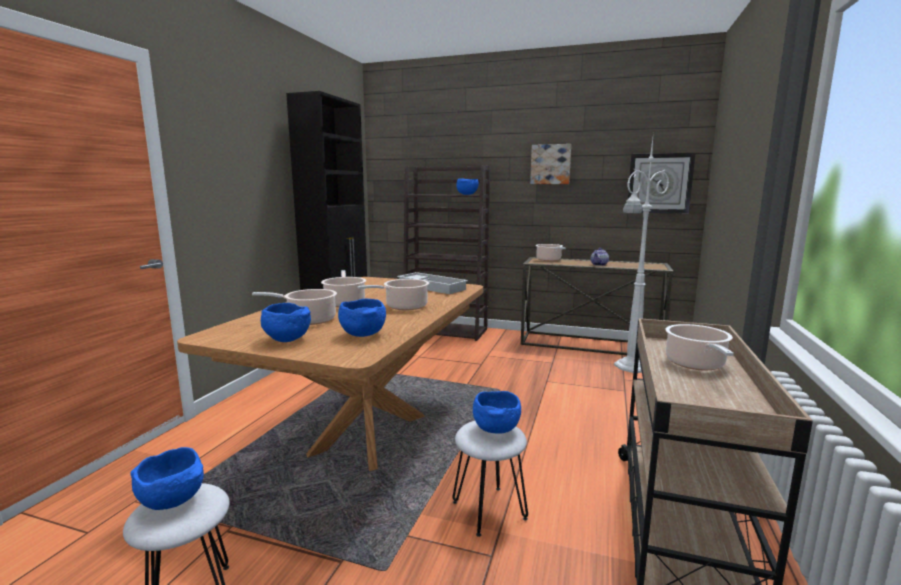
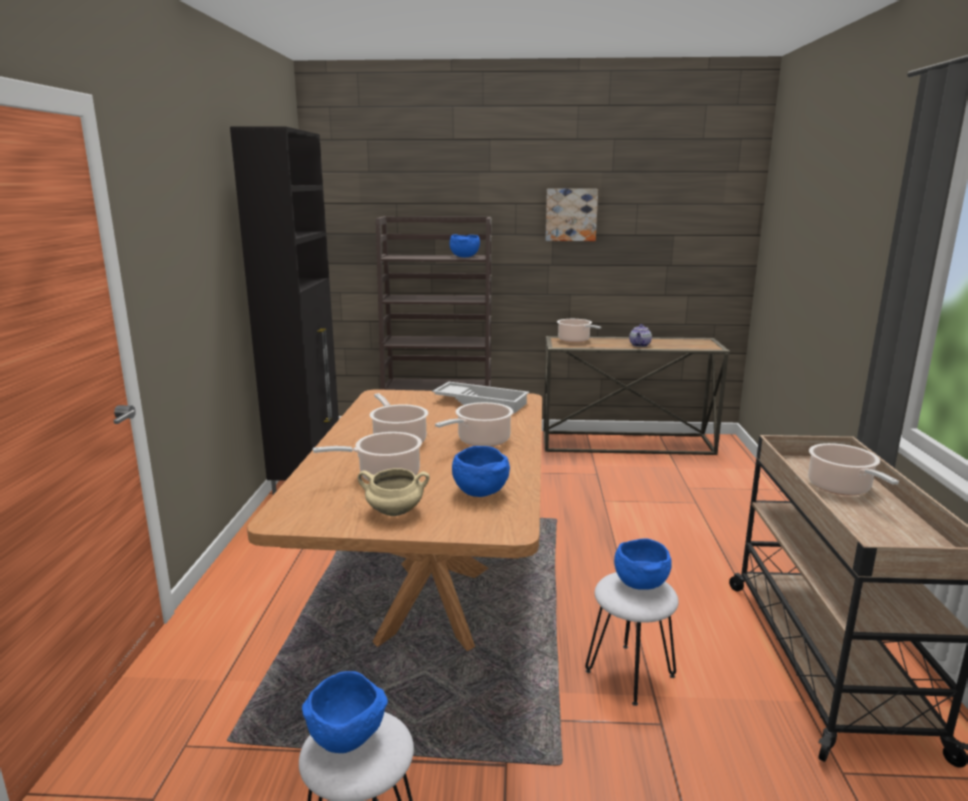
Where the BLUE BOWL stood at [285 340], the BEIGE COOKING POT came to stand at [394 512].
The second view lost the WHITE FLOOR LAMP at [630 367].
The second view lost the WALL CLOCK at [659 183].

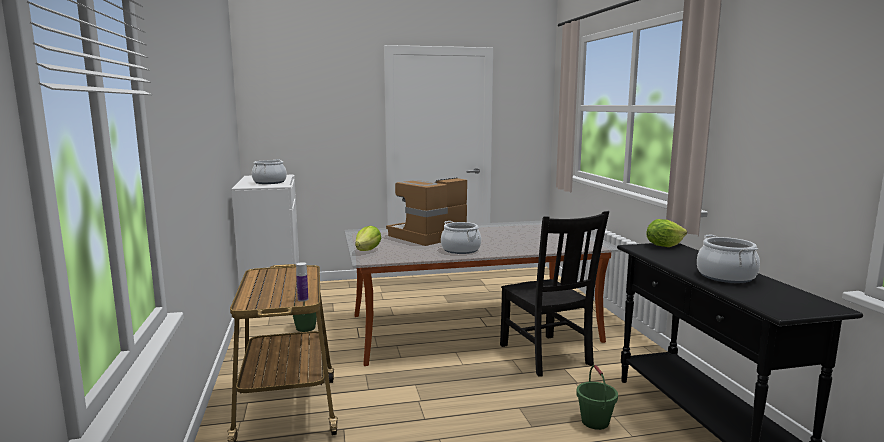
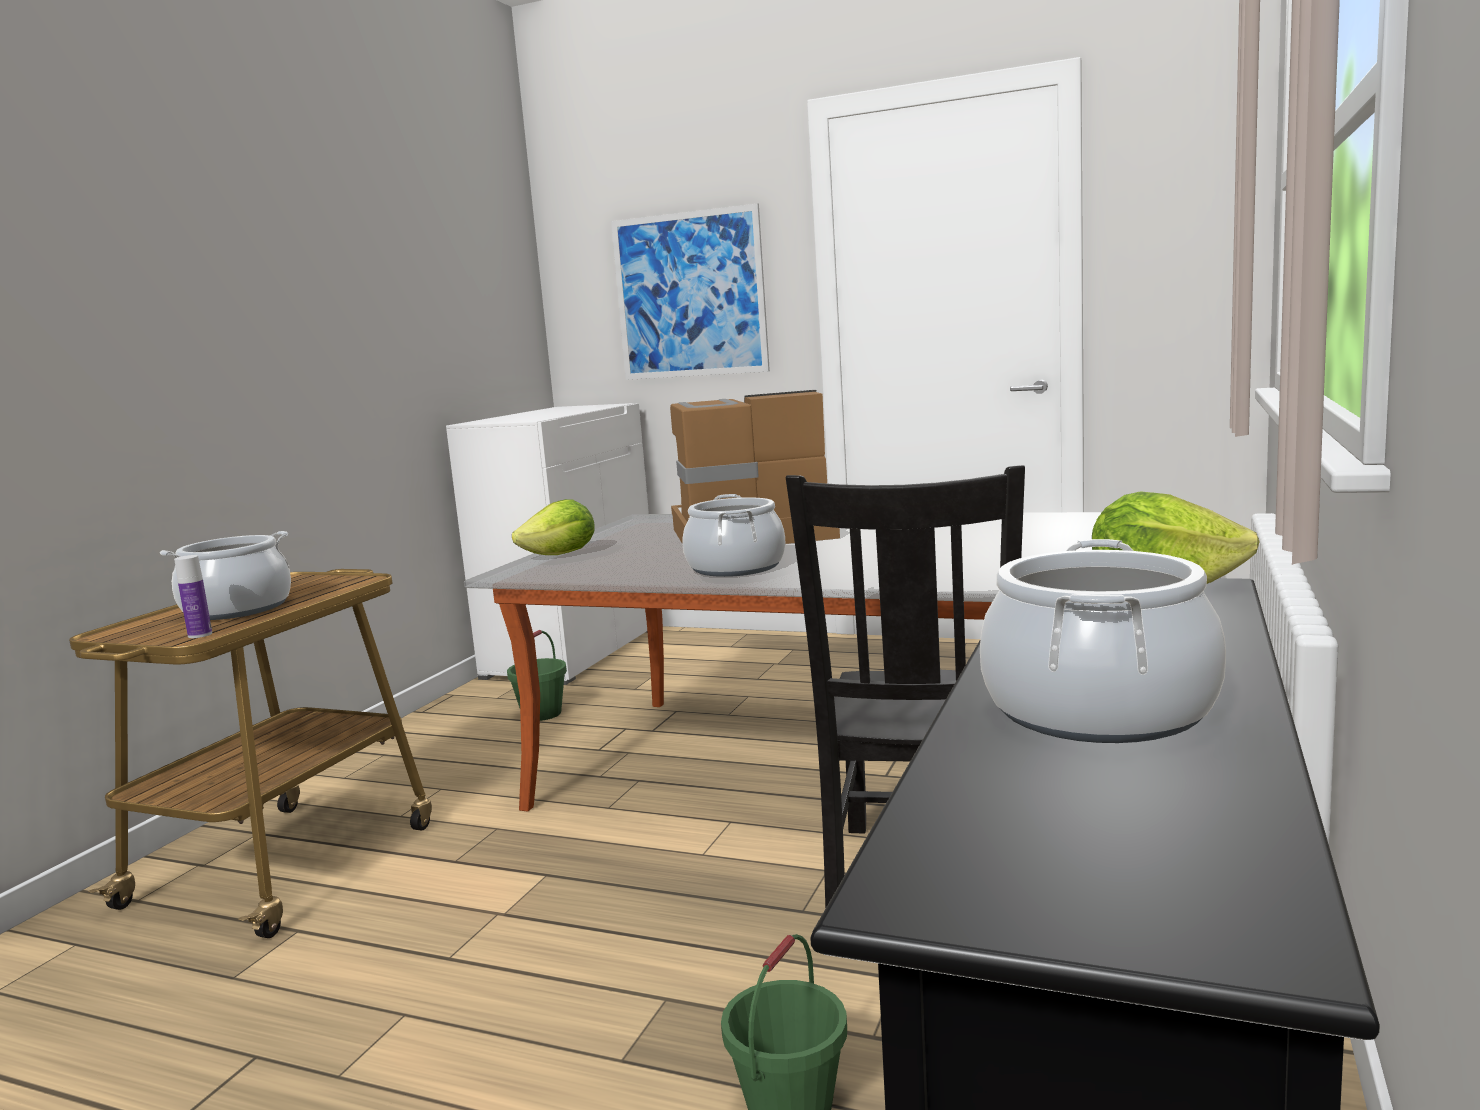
The COOKING POT ended up elsewhere, having gone from [270 182] to [237 609].
The second view gained the PICTURE at [690 295].

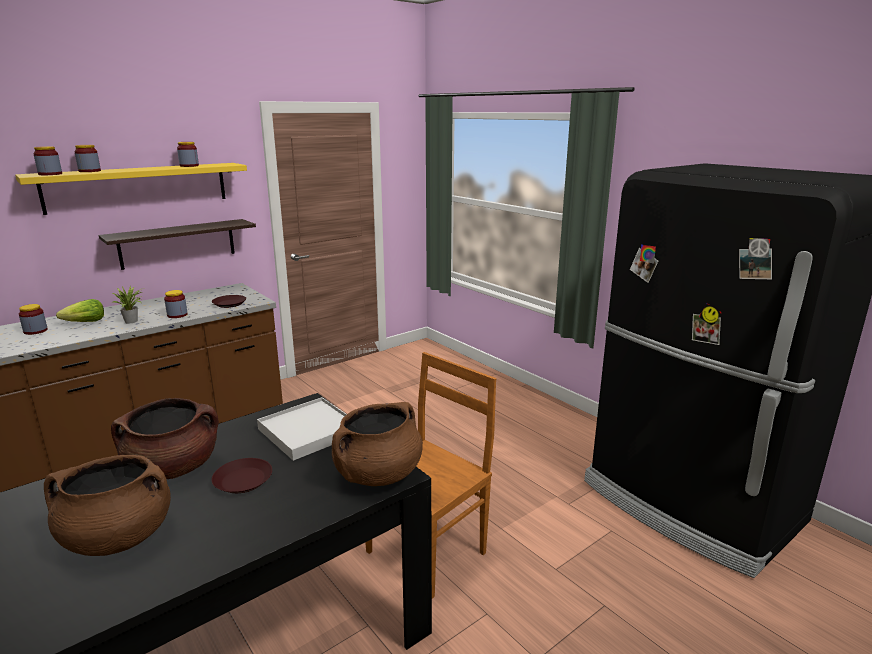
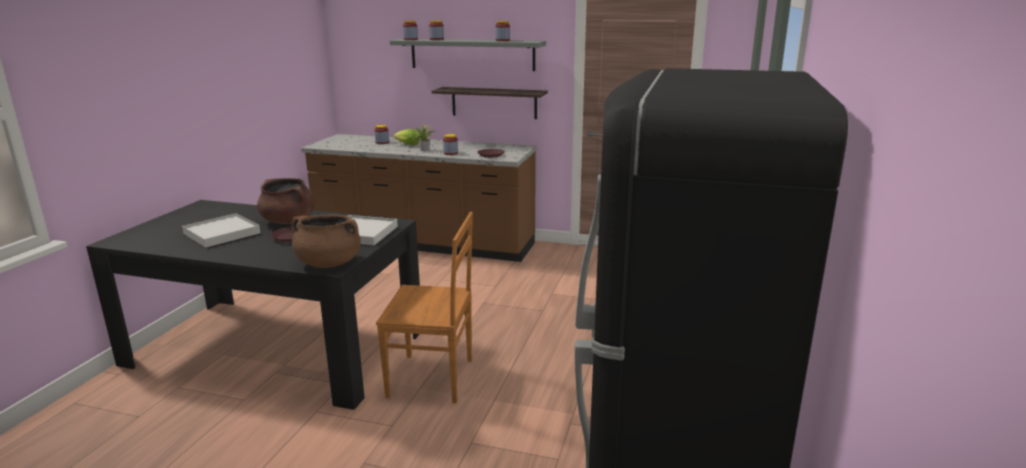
Where the BROWN COOKING POT stood at [117 537], the WHITE TRAY came to stand at [221 233].
What was the YELLOW SHELF at [138 187] turned into the GREY SHELF at [472 54].

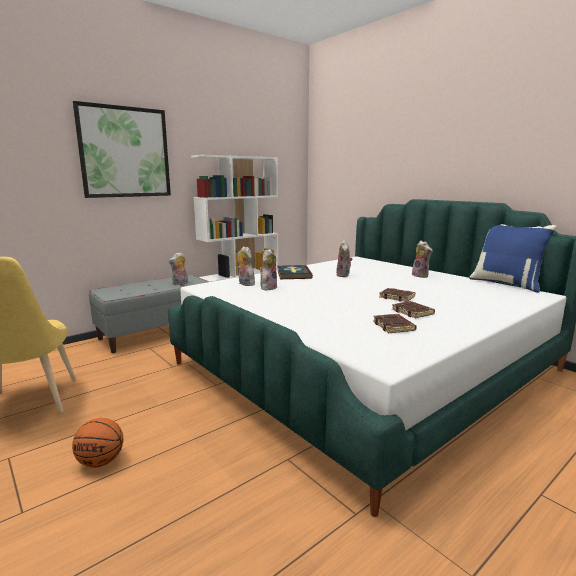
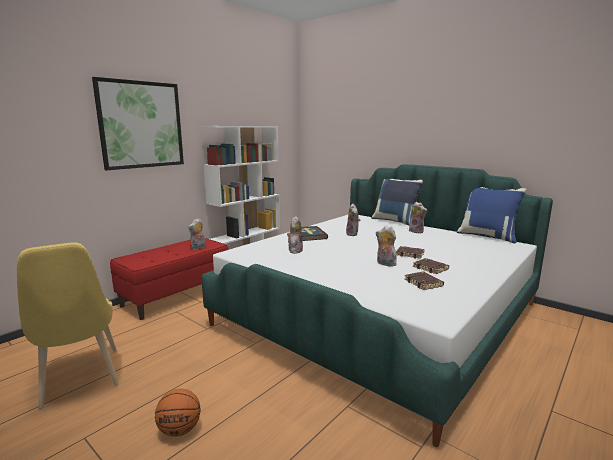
What was the GREY BENCH at [156 333] turned into the RED BENCH at [176 296].
The second view gained the BLUE PILLOW at [395 221].
The PLUSH TOY ended up elsewhere, having gone from [245 284] to [385 264].

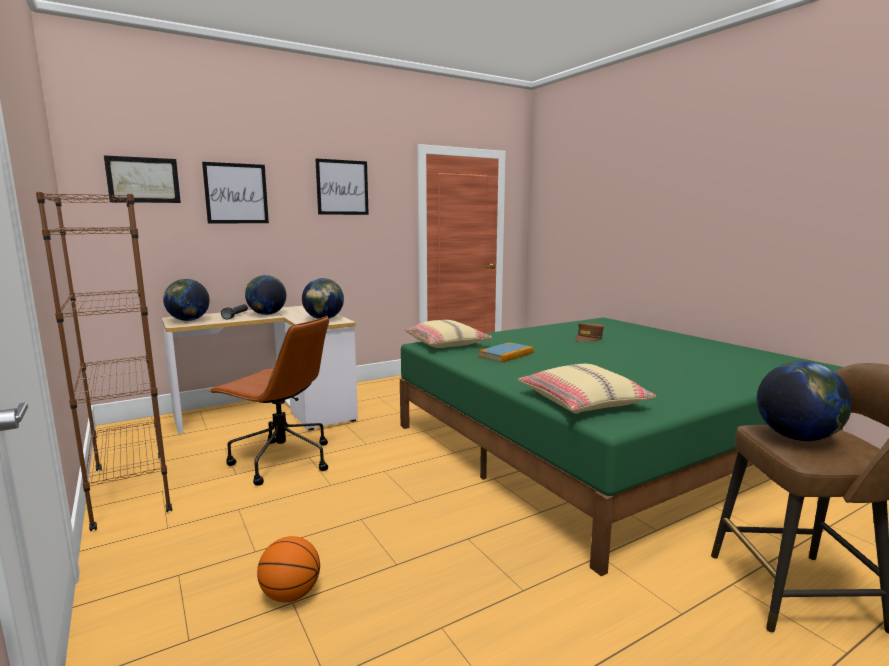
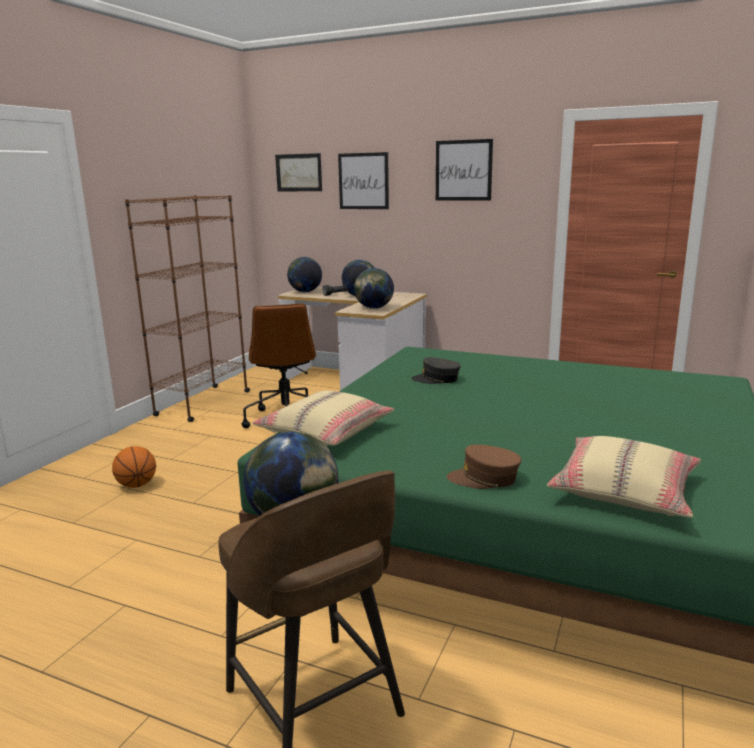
Where the BOOK stood at [506 355], the GREY CAP came to stand at [436 379].
The BROWN CAP ended up elsewhere, having gone from [588 338] to [484 479].
The BEIGE PILLOW ended up elsewhere, having gone from [447 344] to [624 491].

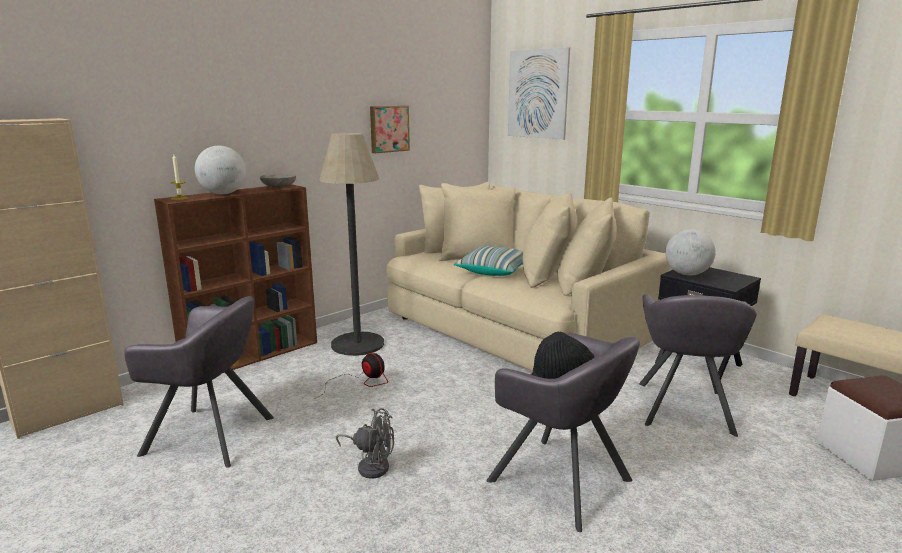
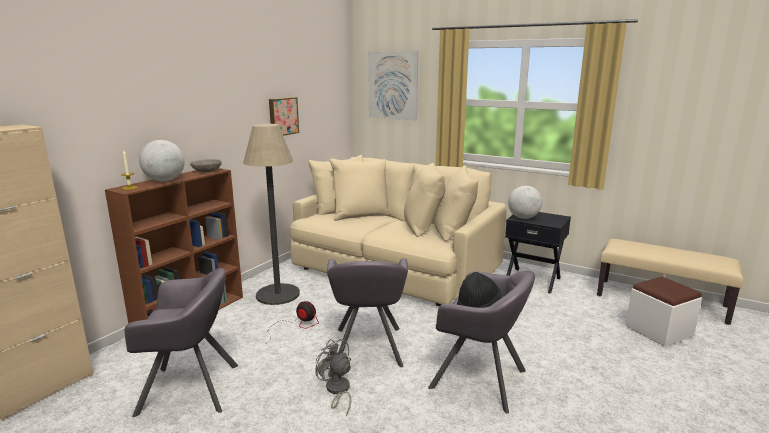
The GREY FAN at [370 465] ended up facing another way, 135 degrees counterclockwise from before.
The GREY ARMCHAIR ended up elsewhere, having gone from [683 408] to [367 347].
The second view lost the PILLOW at [493 271].

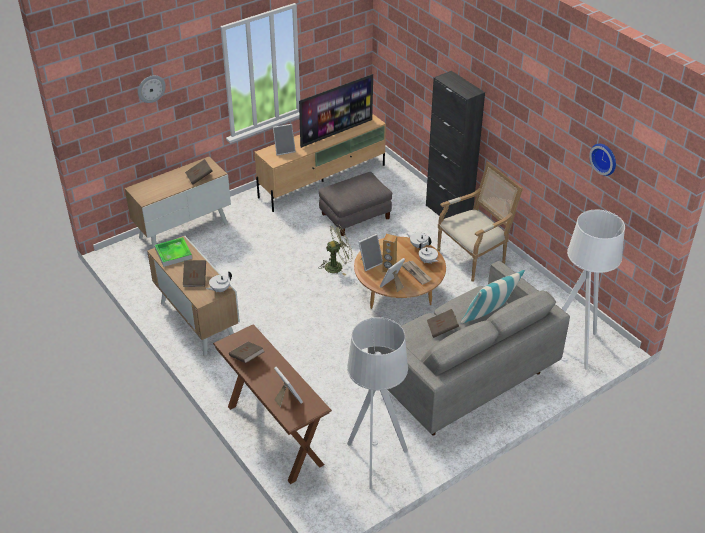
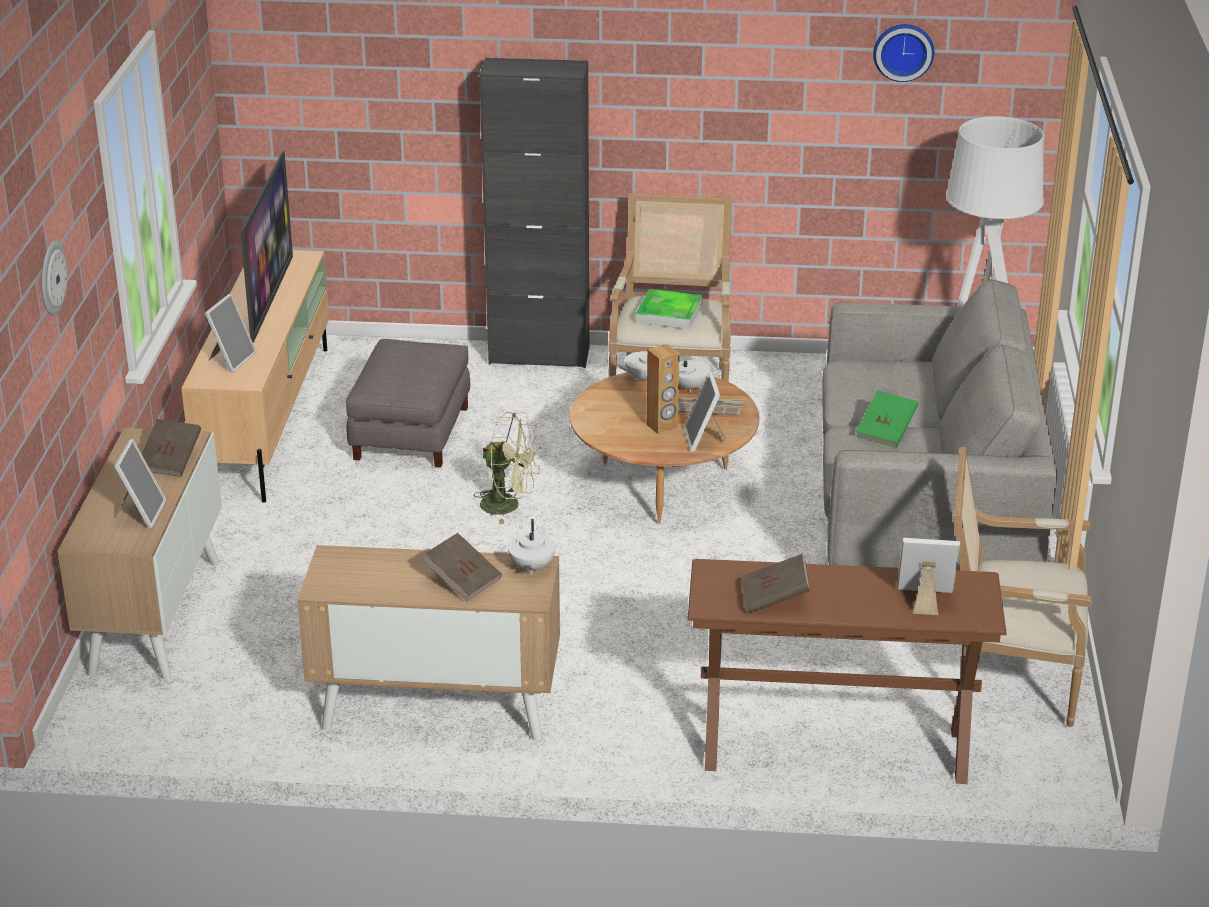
The PICTURE FRAME ended up elsewhere, having gone from [370 263] to [141 513].
The GREEN FAN at [337 266] ended up facing another way, 90 degrees clockwise from before.
The TRAY ended up elsewhere, having gone from [173 254] to [669 313].
What was the BROWN BOOK at [442 329] turned into the GREEN BOOK at [886 432].
Where the GREY FLOOR LAMP stood at [375 461], the ARMCHAIR came to stand at [1007 677].
The second view lost the PILLOW at [489 316].

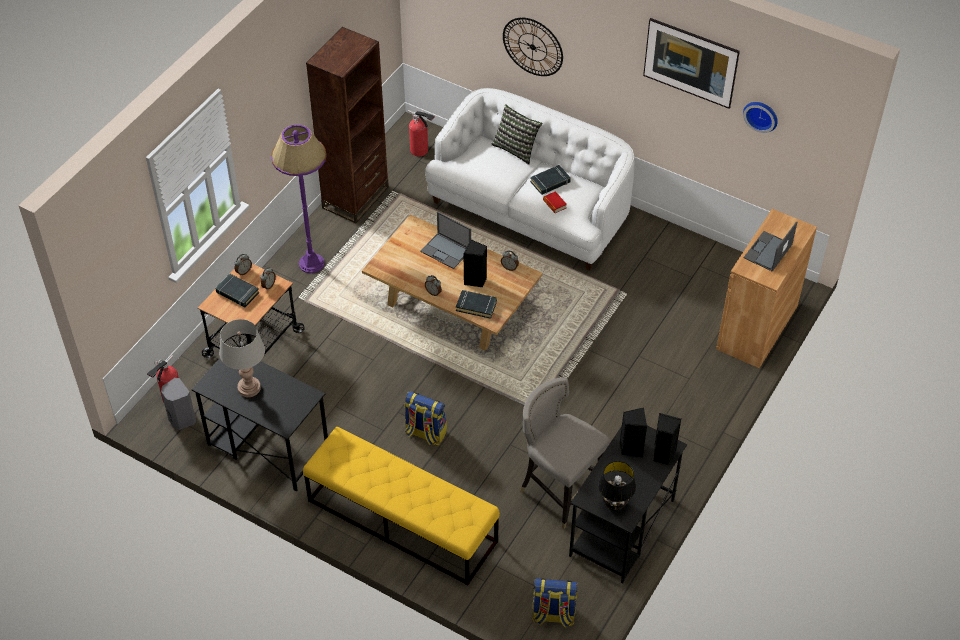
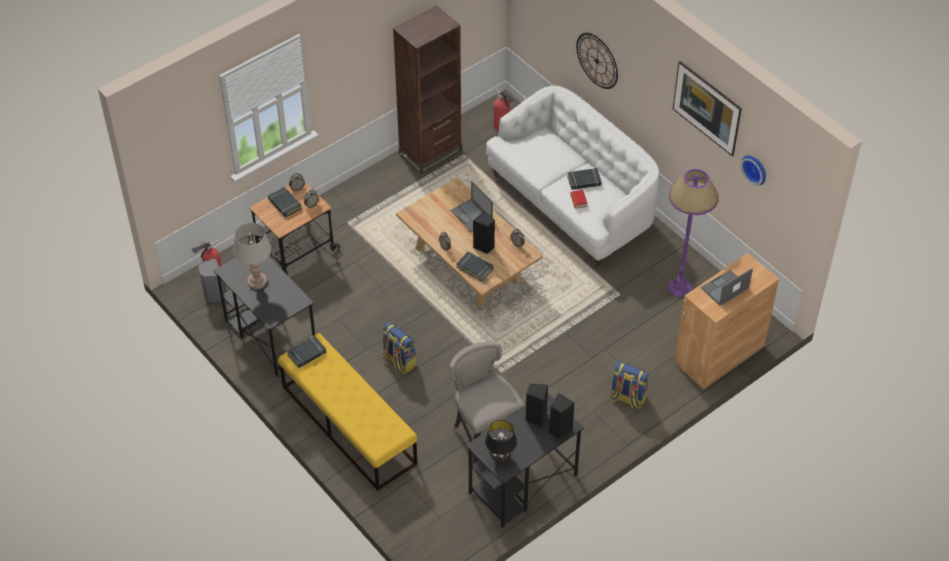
The second view gained the BLACK BOOK at [307 354].
The BACKPACK ended up elsewhere, having gone from [553 615] to [627 398].
The PURPLE FLOOR LAMP ended up elsewhere, having gone from [311 263] to [679 288].
The second view lost the PILLOW at [516 148].

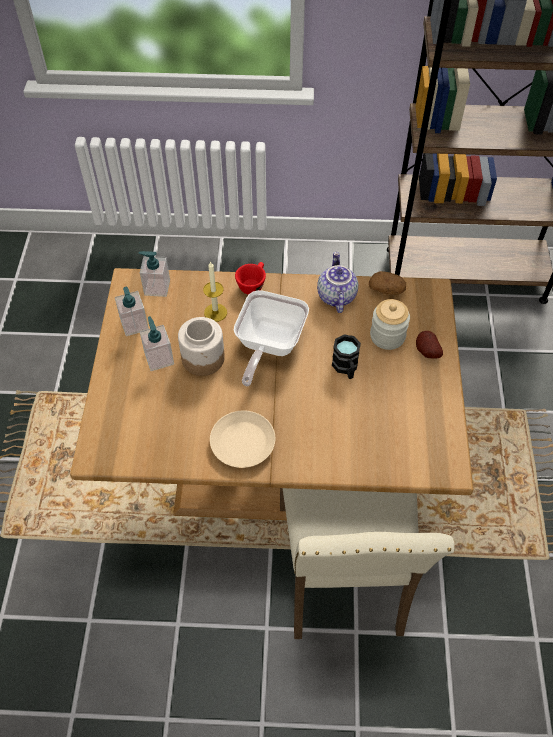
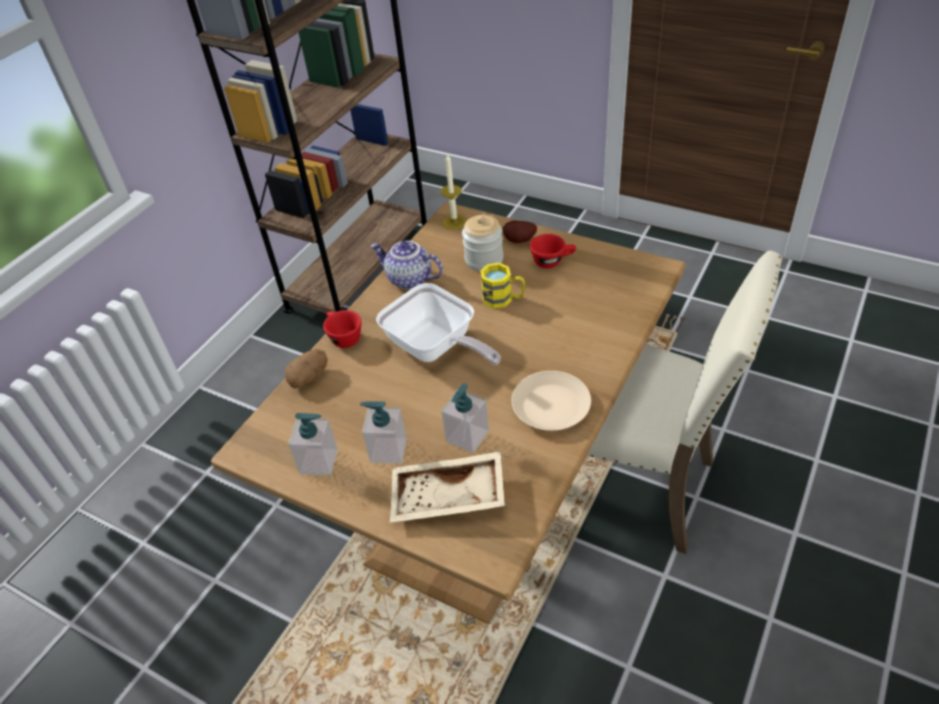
The POTATO ended up elsewhere, having gone from [386 290] to [309 377].
The second view gained the BEIGE TRAY at [448 498].
The CANDLE ended up elsewhere, having gone from [215 312] to [454 222].
The SOAP DISPENSER ended up elsewhere, having gone from [157 287] to [467 436].
What was the BLACK MUG at [346 368] turned into the YELLOW MUG at [503 299].
The second view gained the RED CUP at [552 261].
The second view lost the JAR at [203 358].

